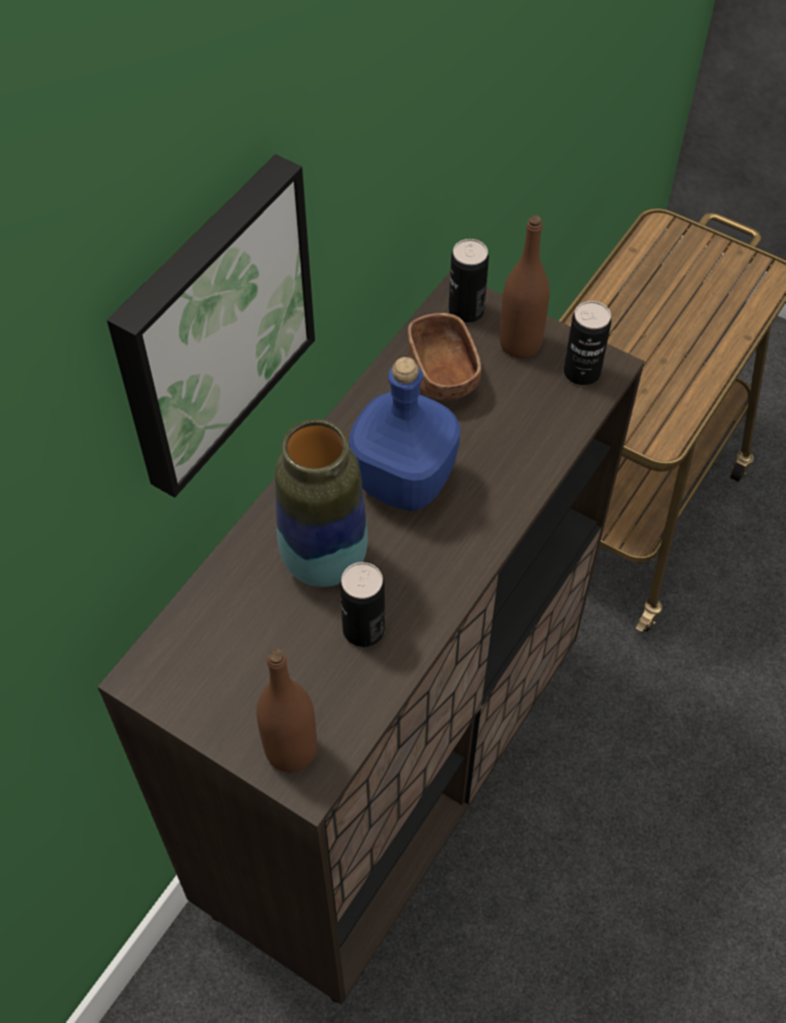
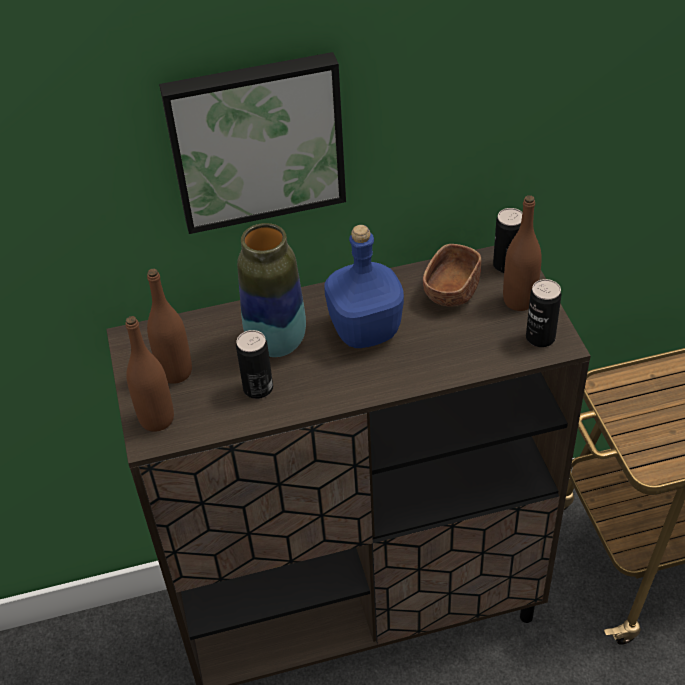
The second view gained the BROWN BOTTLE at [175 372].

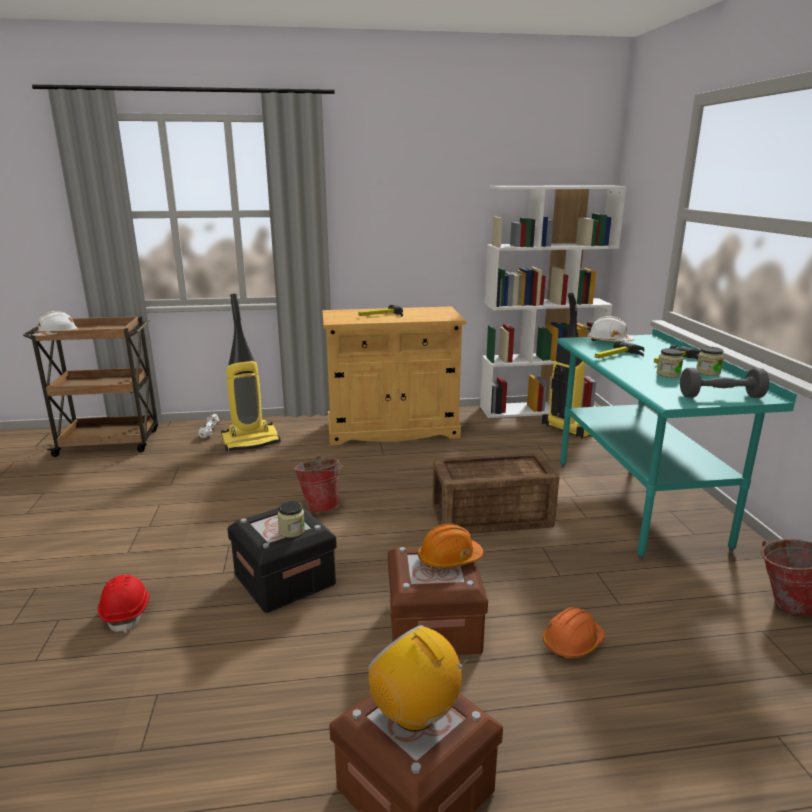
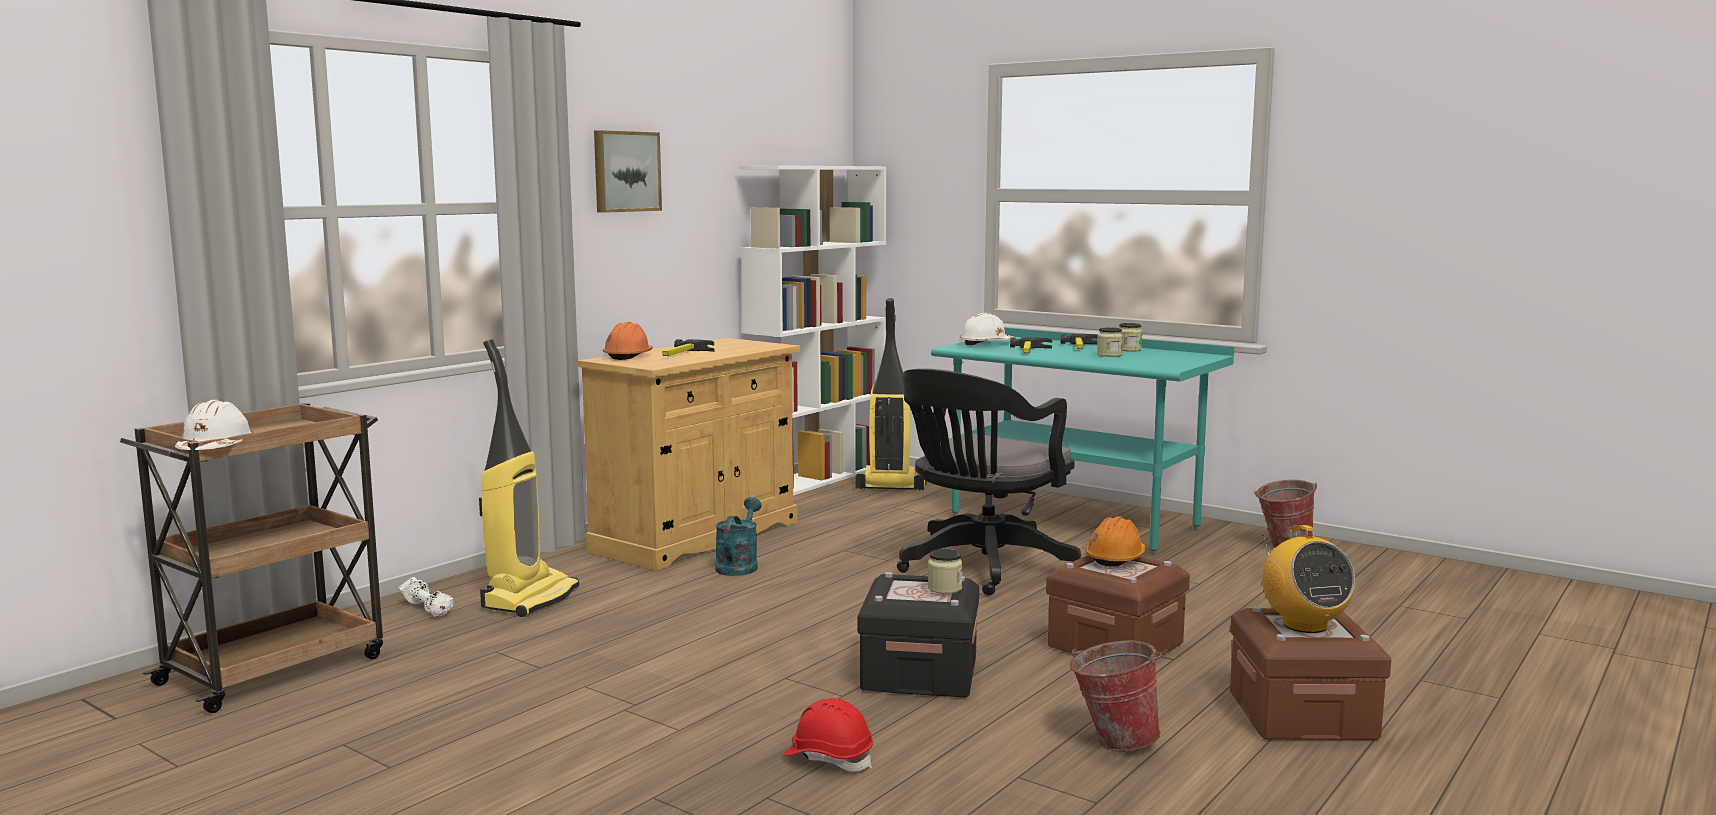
The second view gained the PICTURE at [625 171].
The ORANGE HARD HAT ended up elsewhere, having gone from [572 643] to [628 356].
The second view gained the TURQUOISE WATERING CAN at [739 565].
Where the CRATE stood at [489 516], the BLACK OFFICE CHAIR came to stand at [982 569].
The BUCKET ended up elsewhere, having gone from [320 506] to [1112 741].
The RADIO at [415 713] ended up facing another way, 105 degrees counterclockwise from before.
The second view lost the GREY DUMBBELL at [720 396].

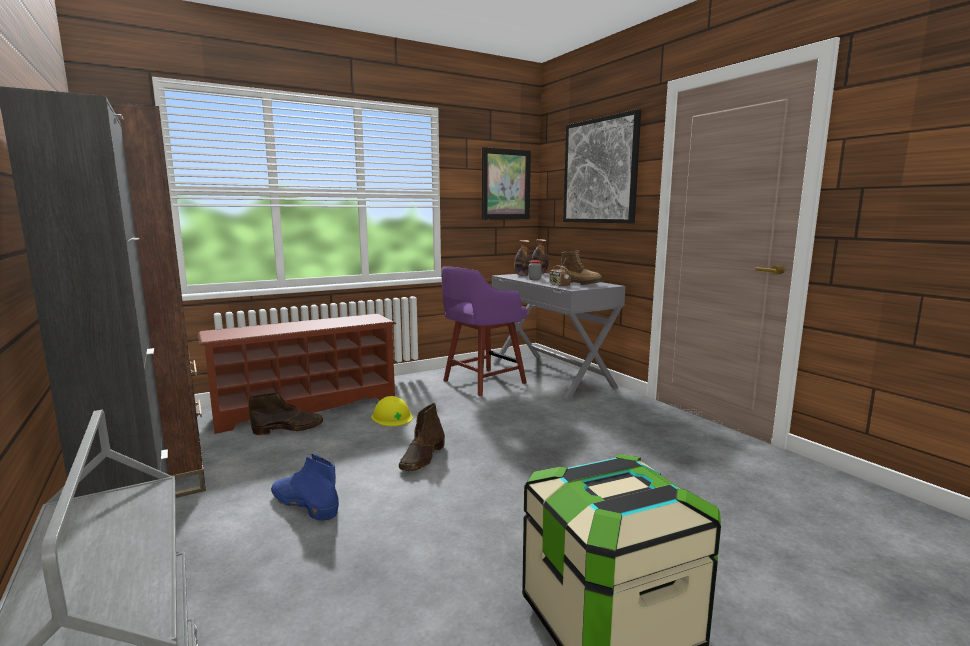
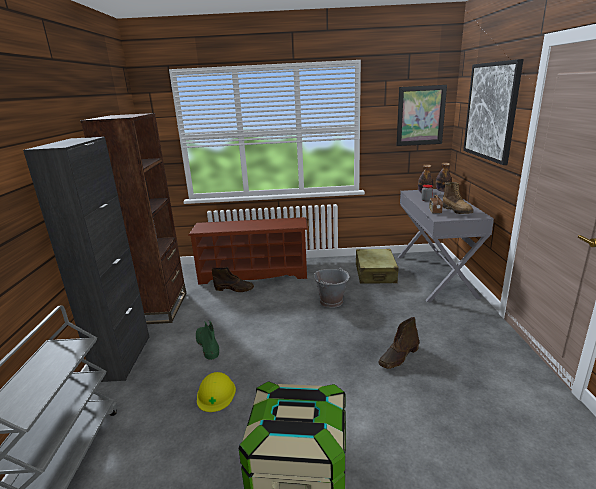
What was the BLUE BOOT at [304 504] turned into the GREEN BOOT at [207 345].
The YELLOW HARD HAT ended up elsewhere, having gone from [392 417] to [216 394].
The second view gained the GREY BUCKET at [331 301].
Where the PURPLE STOOL stood at [482 382], the BEIGE SUITCASE came to stand at [375 273].
The BROWN BOOT ended up elsewhere, having gone from [422 458] to [398 357].

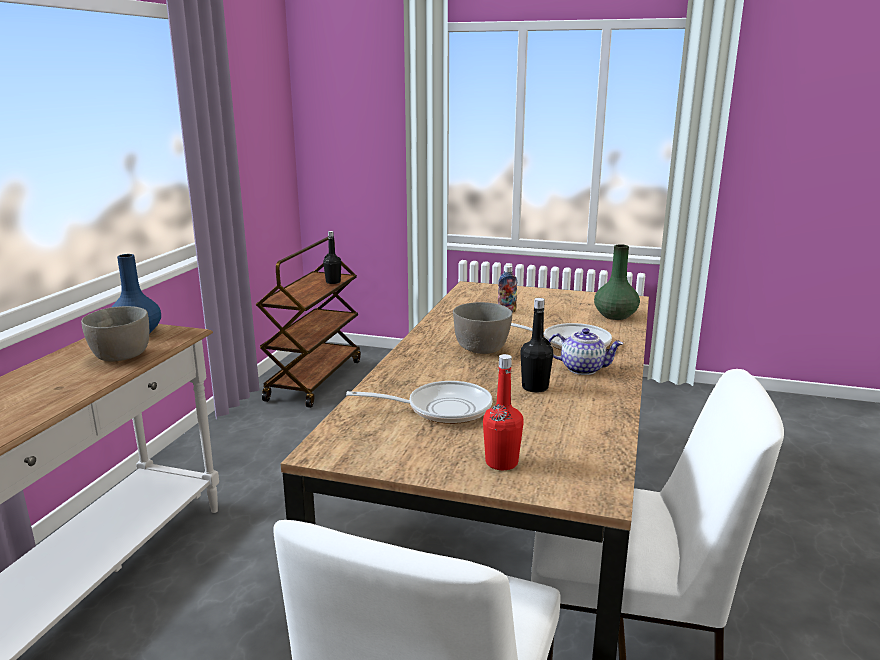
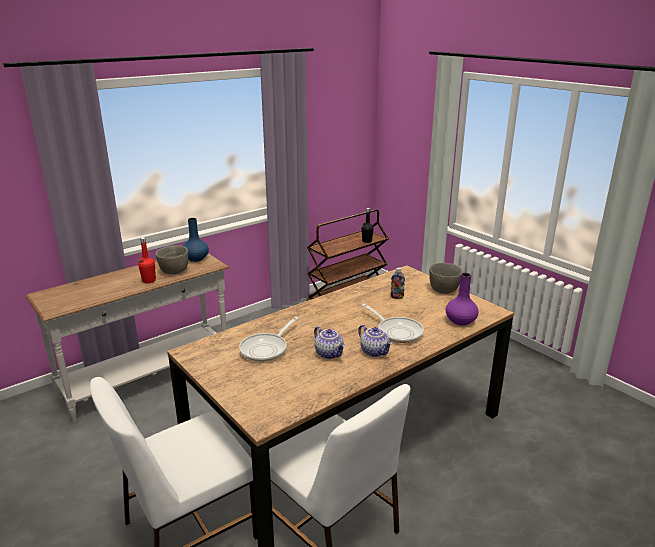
The RED BOTTLE ended up elsewhere, having gone from [501 463] to [149 281].
The FRYING PAN at [441 409] ended up facing another way, 90 degrees clockwise from before.
Where the BLACK BOTTLE stood at [535 387], the TEAPOT came to stand at [330 353].
The GREY BOWL ended up elsewhere, having gone from [482 349] to [443 290].
What was the GREEN VASE at [615 316] turned into the PURPLE VASE at [460 321].

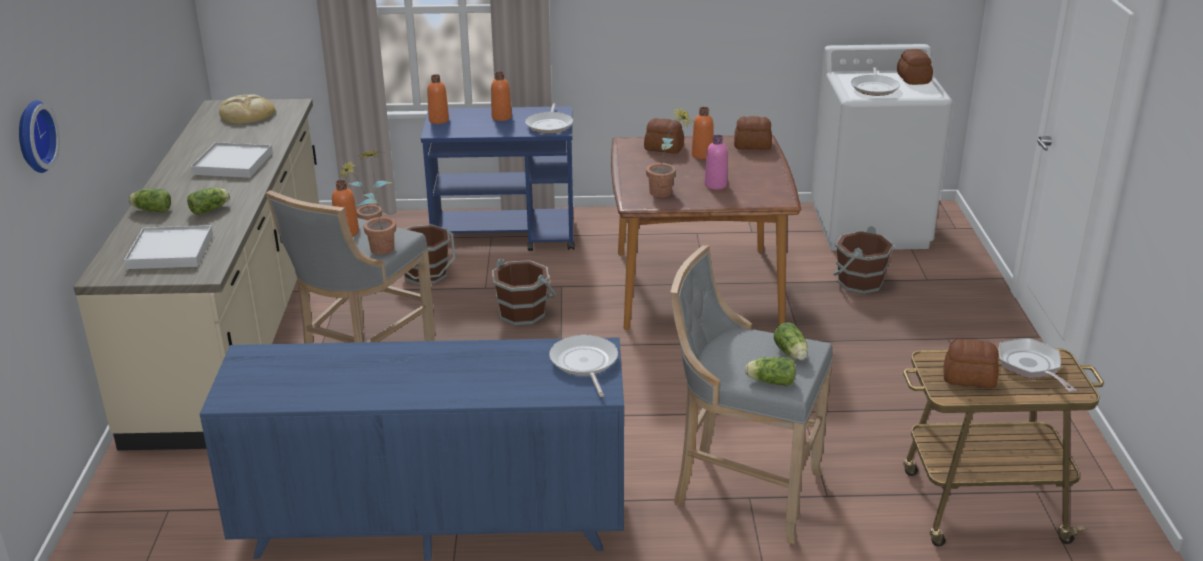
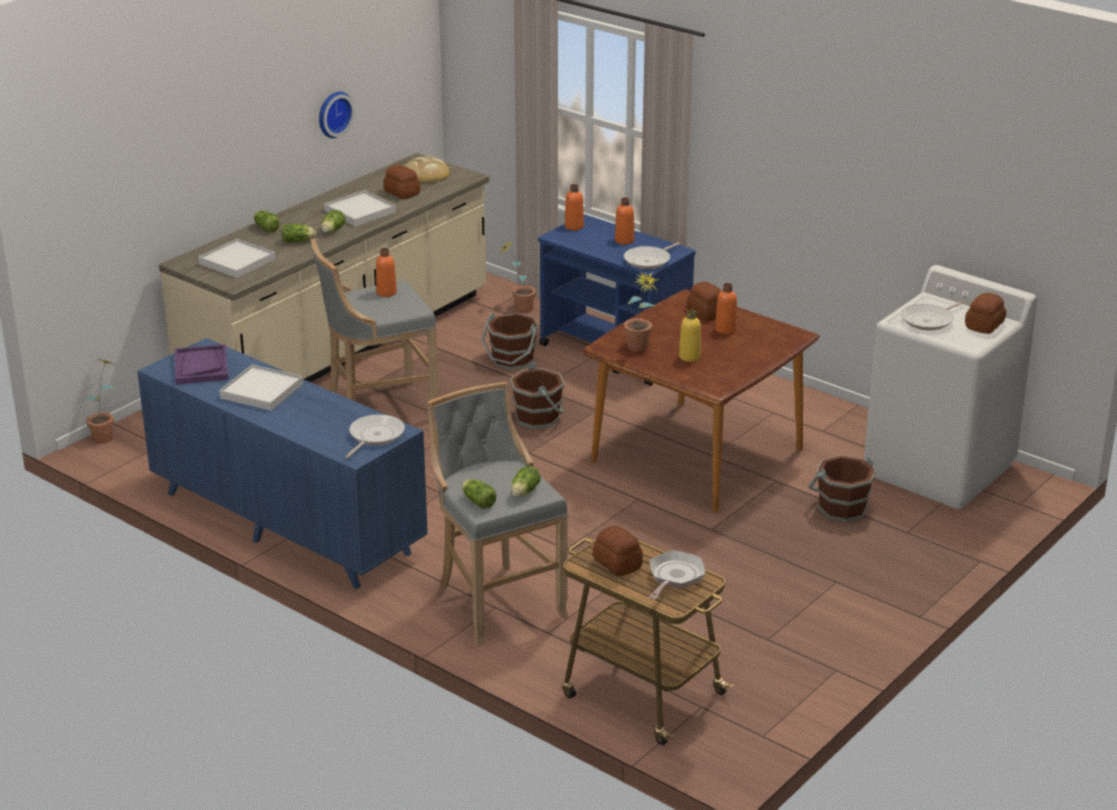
The POTTED PLANT ended up elsewhere, having gone from [381 245] to [106 435].
The second view gained the PURPLE TRAY at [201 366].
The second view gained the WHITE TRAY at [261 391].
The WALL CLOCK ended up elsewhere, having gone from [32 136] to [333 113].
The second view gained the LETTUCE at [332 231].
The BREAD ended up elsewhere, having gone from [753 145] to [402 193].
What was the PINK BOTTLE at [715 185] turned into the YELLOW BOTTLE at [689 357].

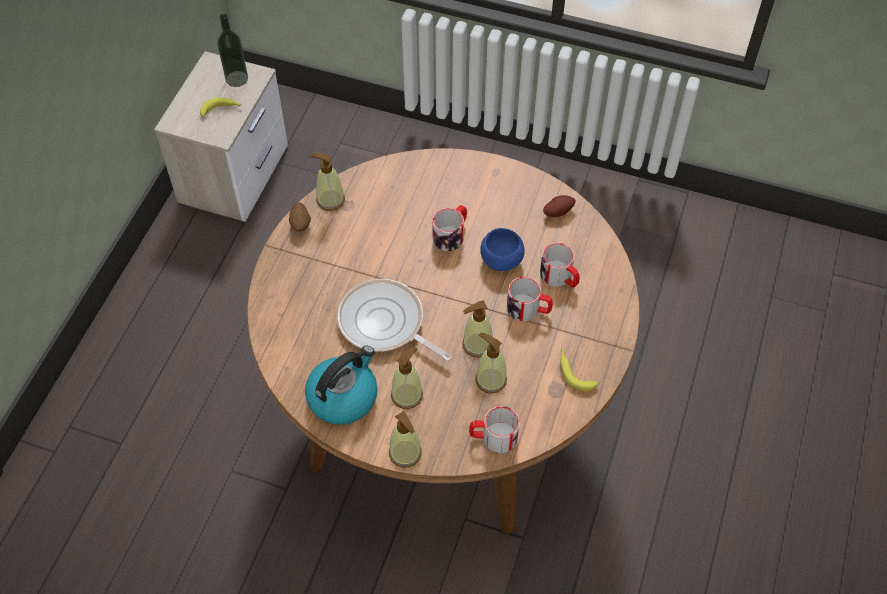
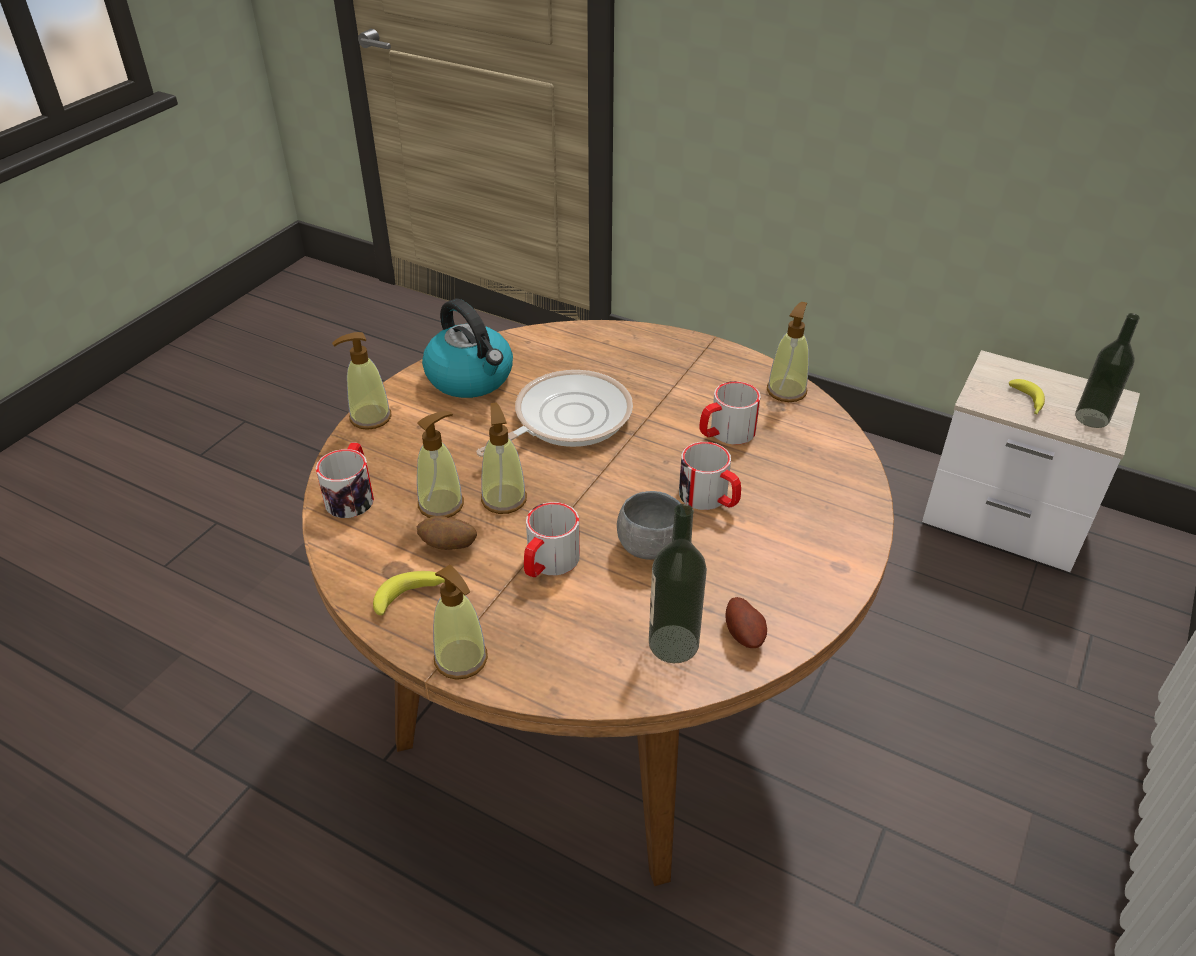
The POTATO ended up elsewhere, having gone from [300 224] to [448 546].
The SOAP DISPENSER ended up elsewhere, having gone from [407 395] to [461 659].
What was the BLUE BOWL at [501 260] turned into the GREY BOWL at [650 546].
The second view gained the BOTTLE at [673 644].
The MUG ended up elsewhere, having gone from [560 277] to [725 433].

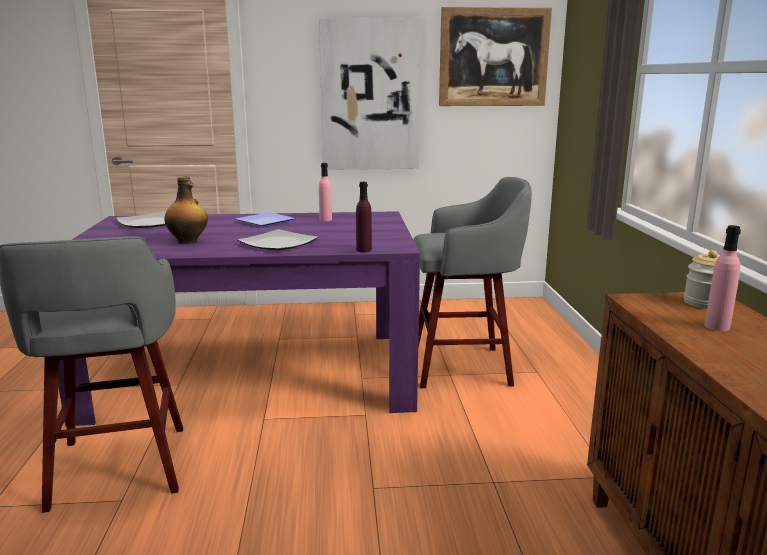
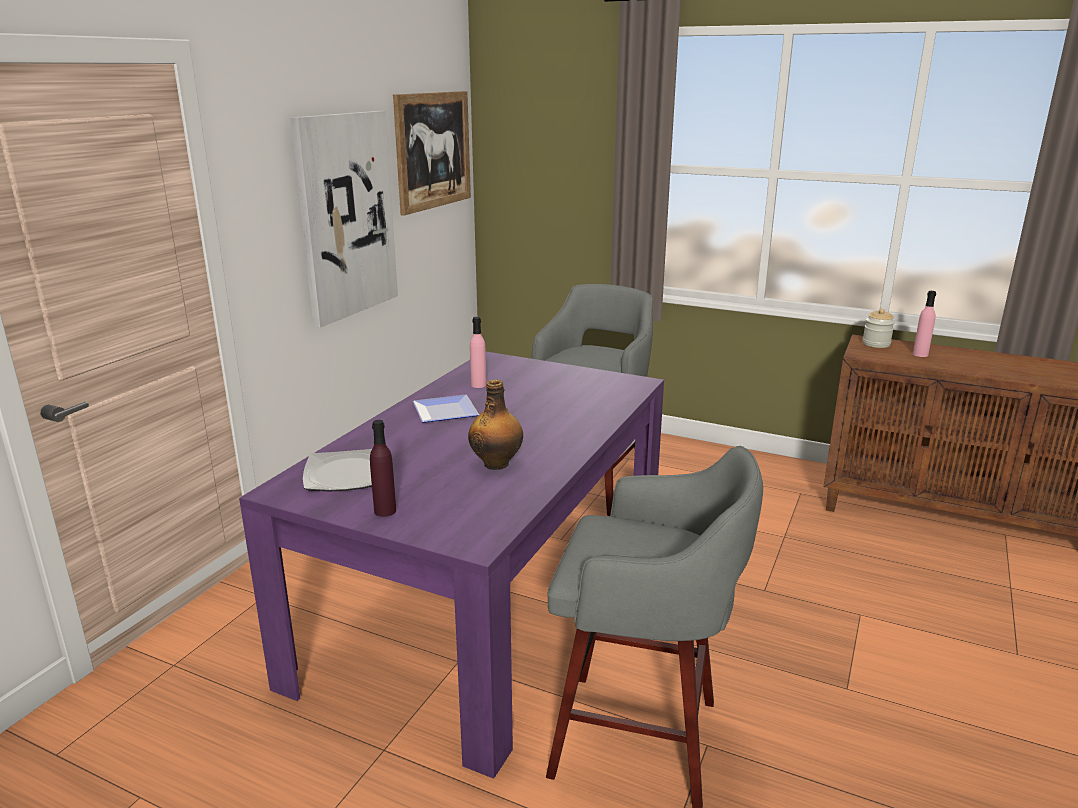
The PURPLE BOTTLE ended up elsewhere, having gone from [364 250] to [385 511].
The second view lost the PLATE at [278 244].

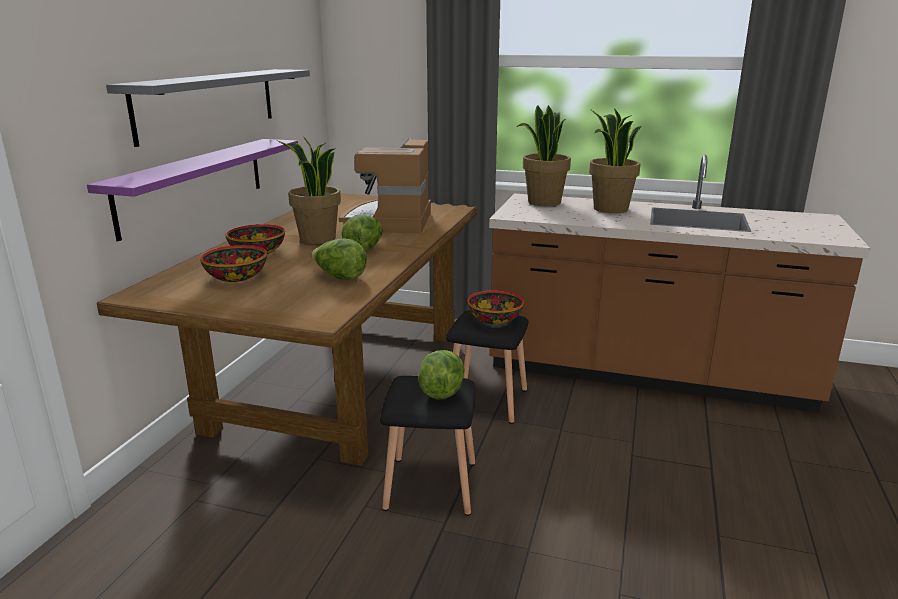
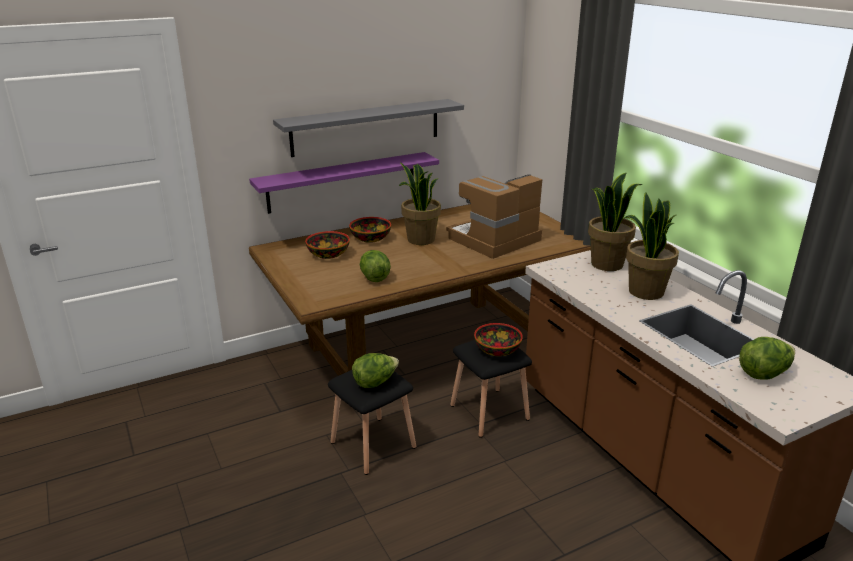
The LETTUCE ended up elsewhere, having gone from [364 248] to [764 373].

